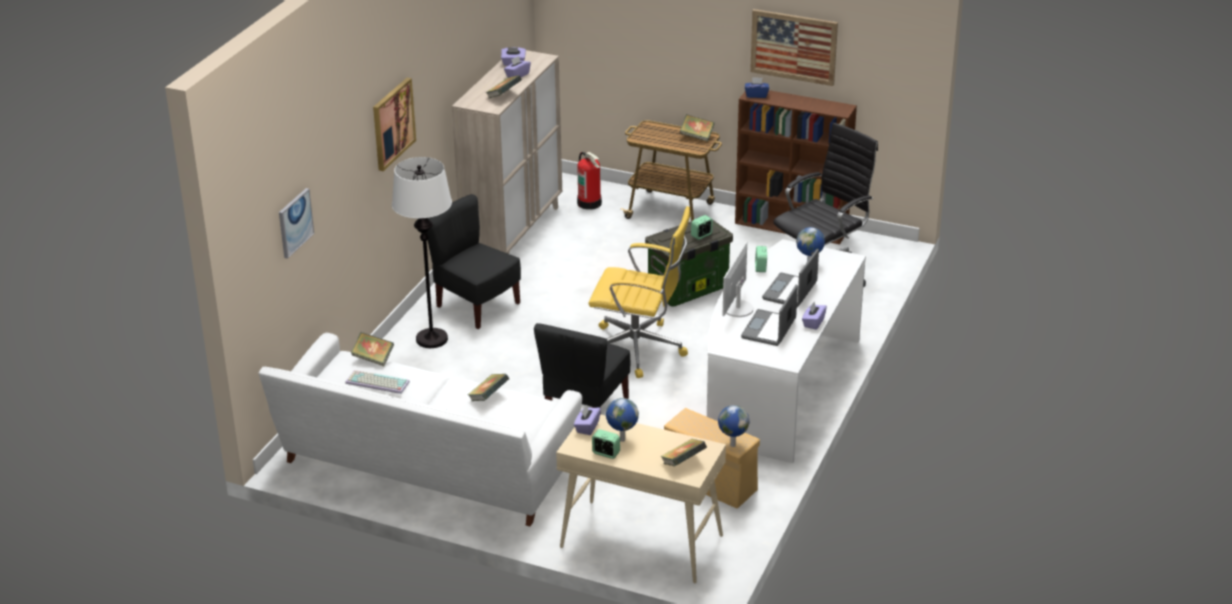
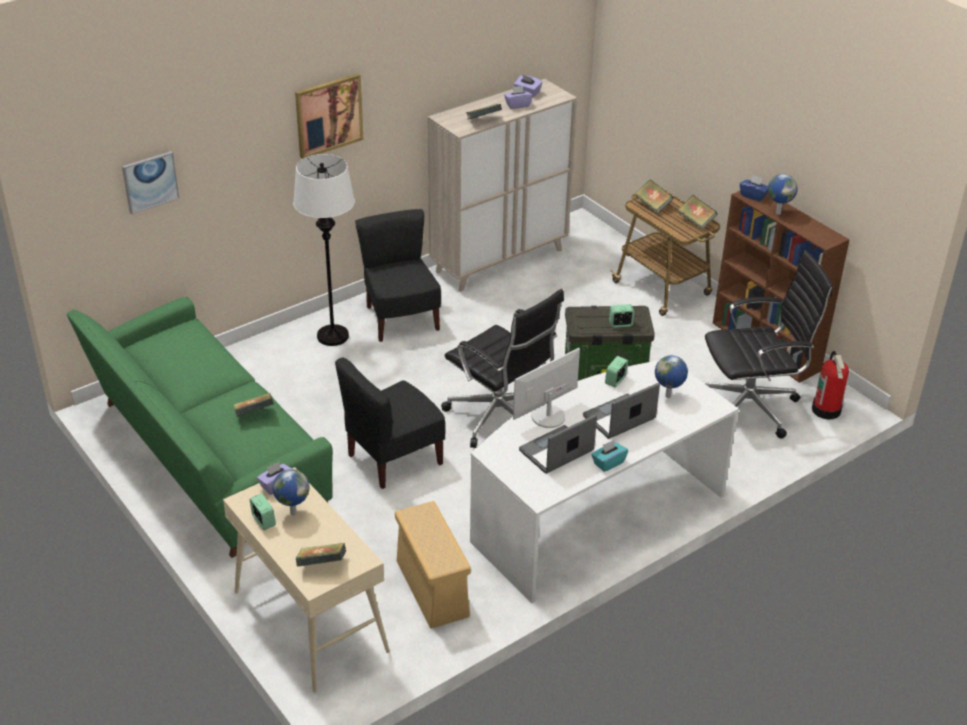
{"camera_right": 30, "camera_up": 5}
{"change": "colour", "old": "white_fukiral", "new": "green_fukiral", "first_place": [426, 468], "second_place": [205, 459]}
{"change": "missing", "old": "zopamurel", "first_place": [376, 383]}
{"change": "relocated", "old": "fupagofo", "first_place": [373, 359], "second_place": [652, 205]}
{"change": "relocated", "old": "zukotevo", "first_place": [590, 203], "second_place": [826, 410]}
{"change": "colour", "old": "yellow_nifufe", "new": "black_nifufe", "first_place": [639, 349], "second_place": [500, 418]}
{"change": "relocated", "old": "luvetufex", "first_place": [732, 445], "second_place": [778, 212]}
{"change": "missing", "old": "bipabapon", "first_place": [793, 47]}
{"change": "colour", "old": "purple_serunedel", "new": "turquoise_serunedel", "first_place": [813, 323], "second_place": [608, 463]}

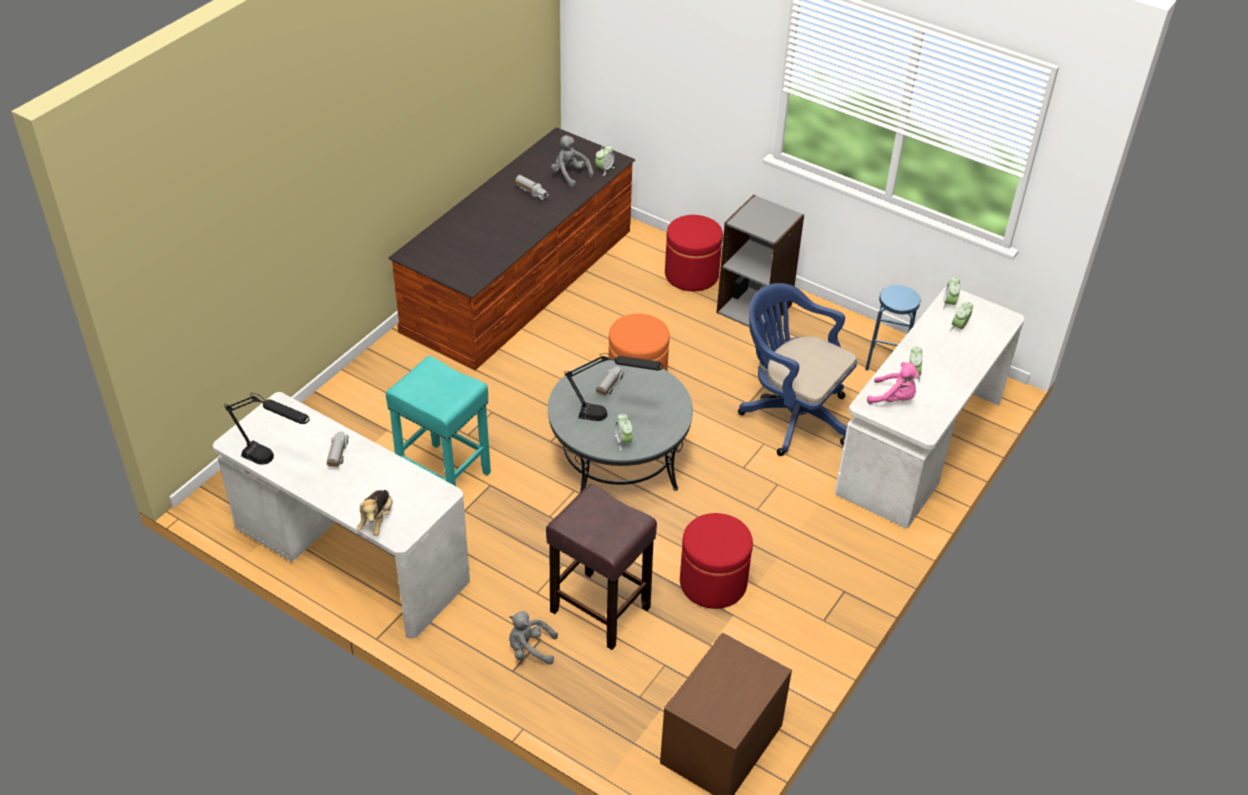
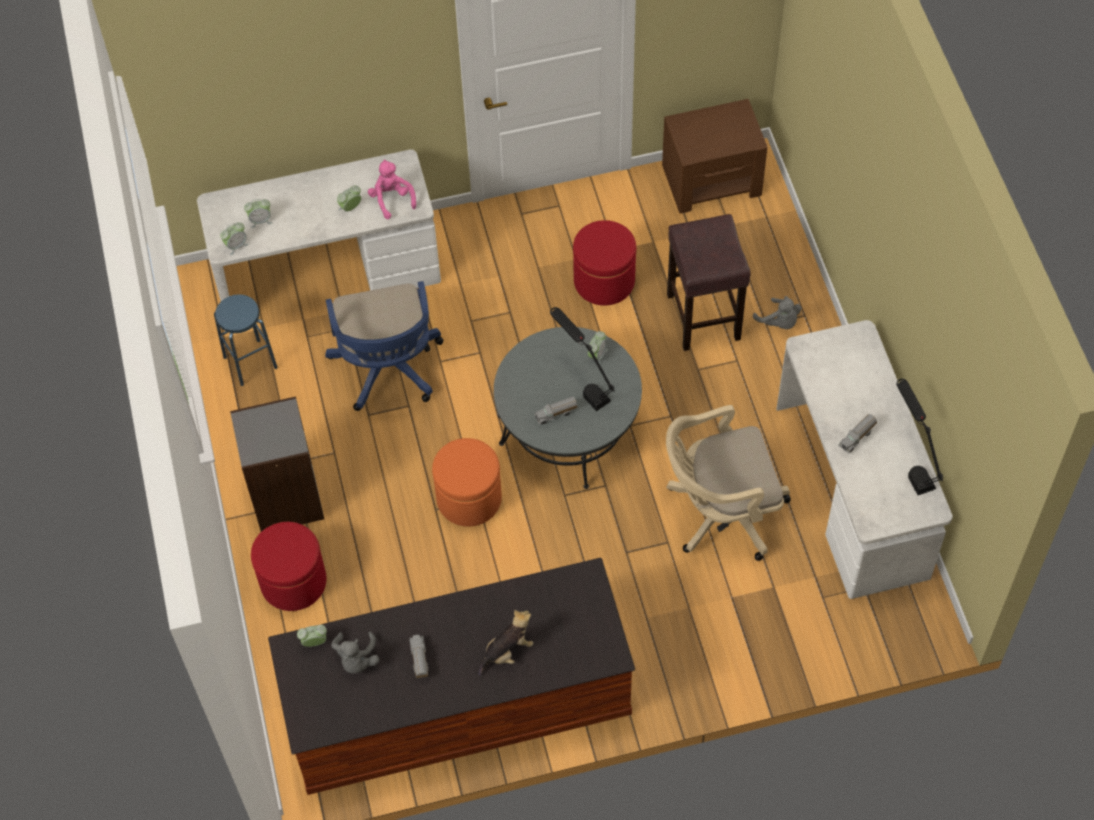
{"camera_right": -135, "camera_up": 15}
{"change": "relocated", "old": "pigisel", "first_place": [377, 520], "second_place": [507, 651]}
{"change": "exchanged", "old": "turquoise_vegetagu", "new": "beige_nifufe", "first_place": [446, 476], "second_place": [720, 512]}

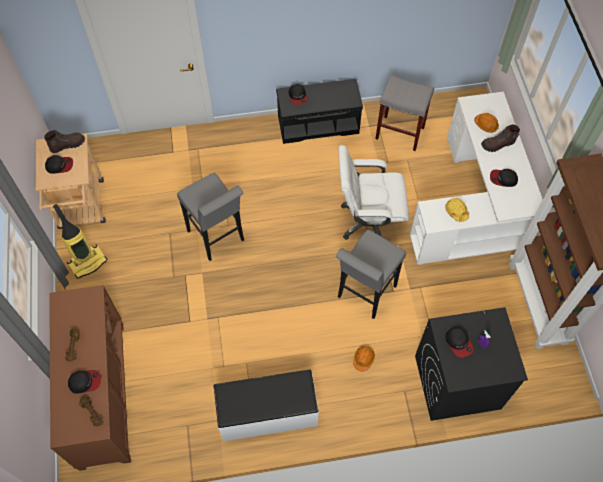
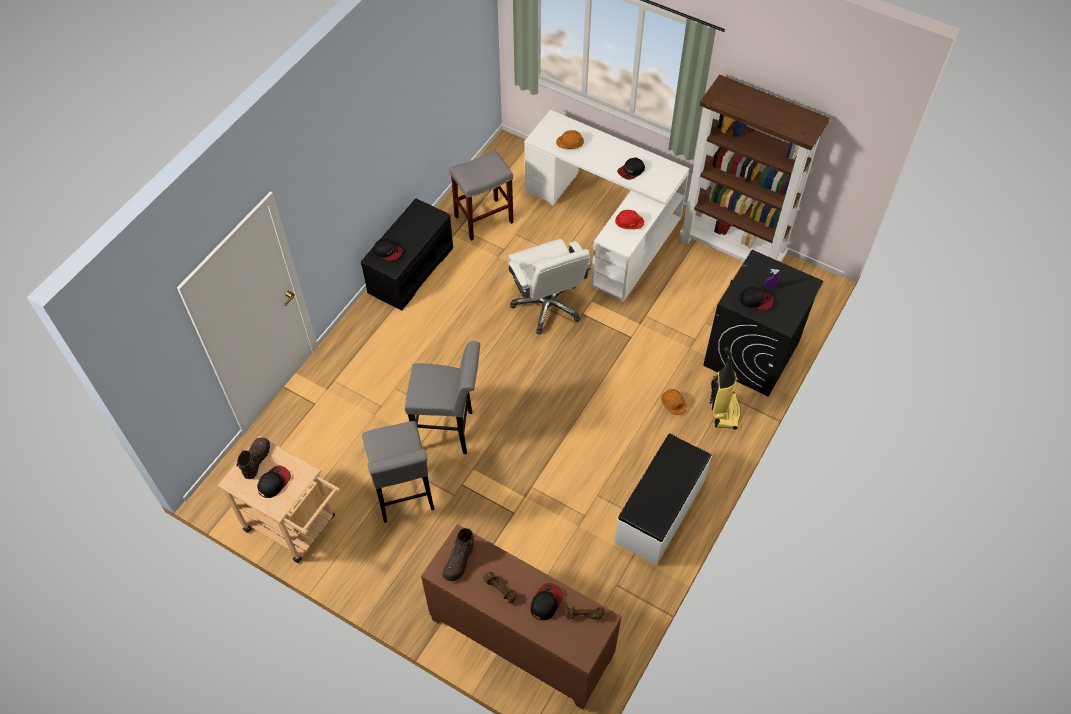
{"camera_right": -50, "camera_up": -5}
{"change": "relocated", "old": "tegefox", "first_place": [88, 262], "second_place": [723, 411]}
{"change": "relocated", "old": "grey_vegetagu", "first_place": [364, 294], "second_place": [404, 498]}
{"change": "spun", "old": "white_nifufe", "first_place": [368, 221], "second_place": [548, 305], "degrees": -60}
{"change": "colour", "old": "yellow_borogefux", "new": "red_borogefux", "first_place": [456, 211], "second_place": [628, 223]}
{"change": "relocated", "old": "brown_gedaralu", "first_place": [498, 145], "second_place": [459, 561]}

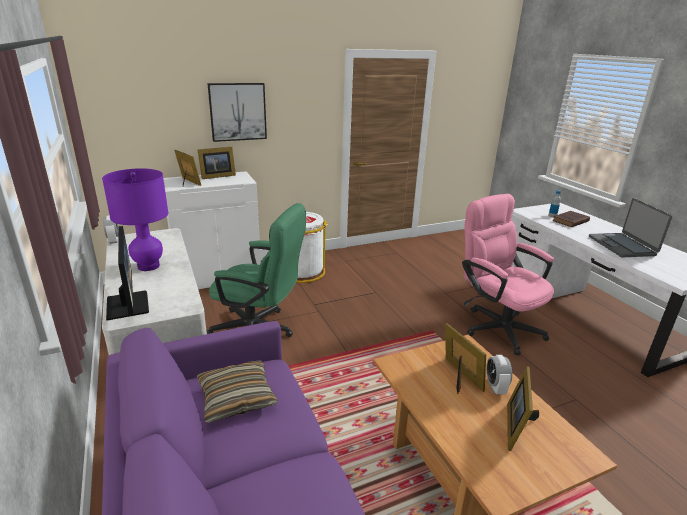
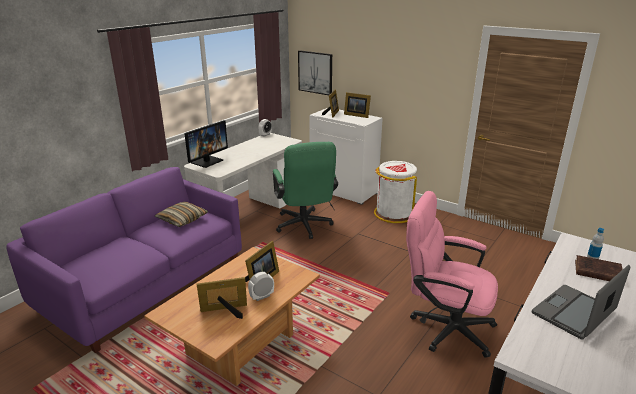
{"camera_right": 60, "camera_up": 0}
{"change": "missing", "old": "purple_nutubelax", "first_place": [148, 266]}
{"change": "relocated", "old": "bipabapon", "first_place": [238, 112], "second_place": [315, 72]}
{"change": "spun", "old": "pink_nifufe", "first_place": [496, 325], "second_place": [444, 327], "degrees": -90}

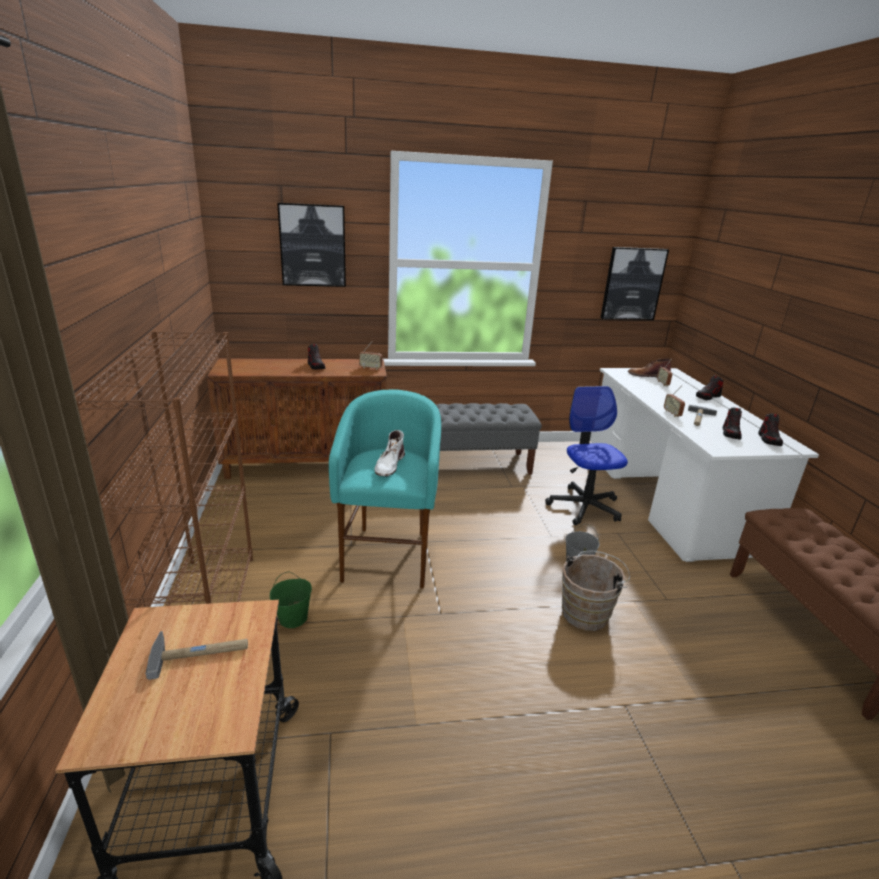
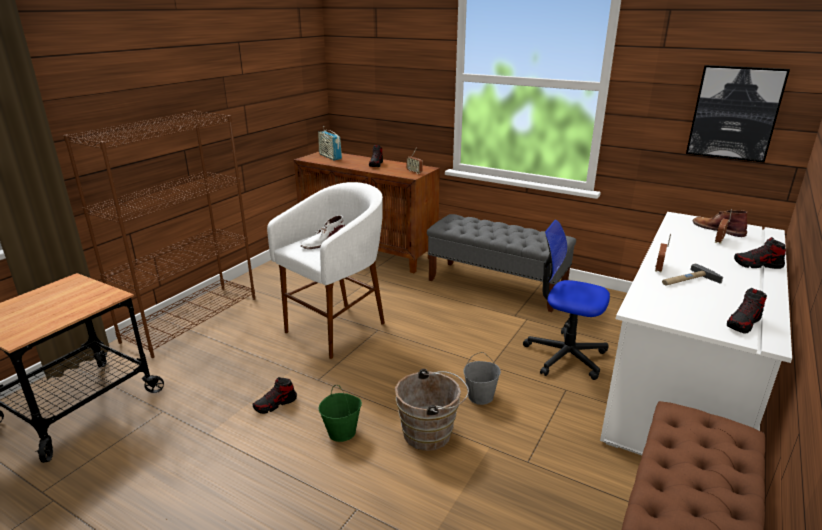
{"camera_right": 40, "camera_up": 0}
{"change": "missing", "old": "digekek", "first_place": [200, 652]}
{"change": "relocated", "old": "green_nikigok", "first_place": [293, 618], "second_place": [342, 432]}
{"change": "missing", "old": "bipabapon", "first_place": [313, 245]}
{"change": "colour", "old": "turquoise_vegetagu", "new": "white_vegetagu", "first_place": [388, 556], "second_place": [337, 328]}
{"change": "spun", "old": "nifufe", "first_place": [584, 506], "second_place": [565, 356], "degrees": -90}
{"change": "relocated", "old": "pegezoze", "first_place": [731, 433], "second_place": [275, 404]}
{"change": "appeared", "new": "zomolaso", "second_place": [330, 156]}

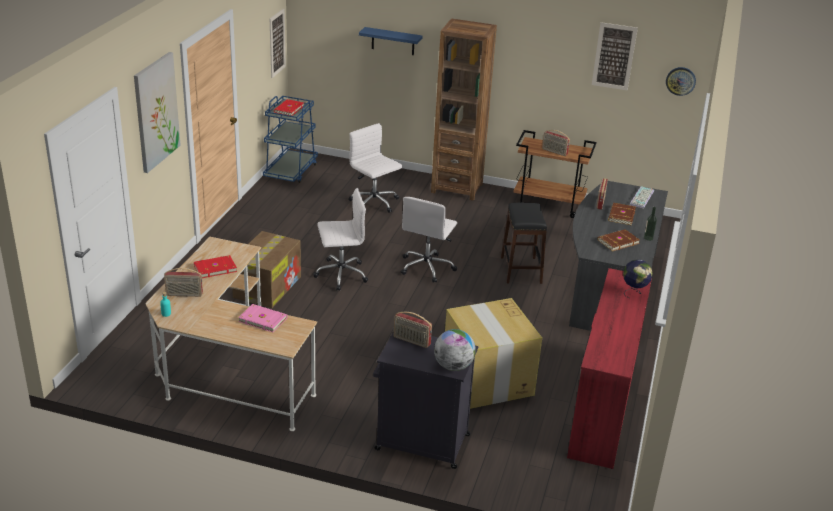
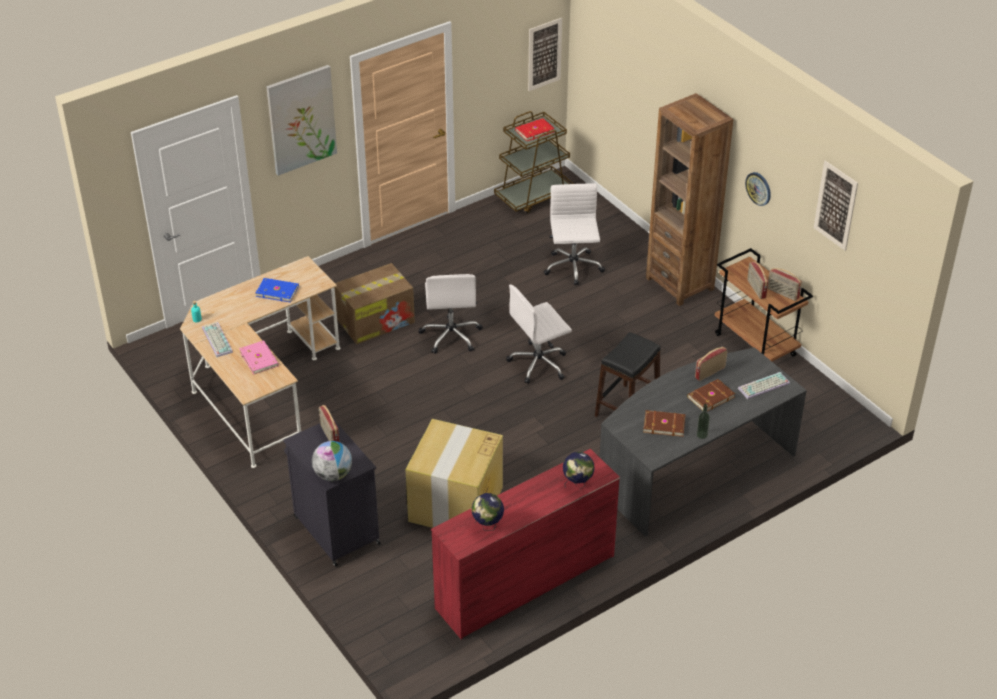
{"camera_right": 40, "camera_up": 10}
{"change": "relocated", "old": "zomolaso", "first_place": [184, 294], "second_place": [782, 293]}
{"change": "colour", "old": "red_fupagofo", "new": "blue_fupagofo", "first_place": [214, 268], "second_place": [277, 291]}
{"change": "colour", "old": "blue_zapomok", "new": "brown_zapomok", "first_place": [291, 171], "second_place": [534, 196]}
{"change": "spun", "old": "white_nifufe", "first_place": [340, 274], "second_place": [451, 335], "degrees": 60}
{"change": "missing", "old": "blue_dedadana", "first_place": [393, 41]}
{"change": "relocated", "old": "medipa", "first_place": [680, 81], "second_place": [758, 188]}
{"change": "appeared", "new": "zopamurel", "second_place": [216, 340]}
{"change": "appeared", "new": "luvetufex", "second_place": [487, 526]}

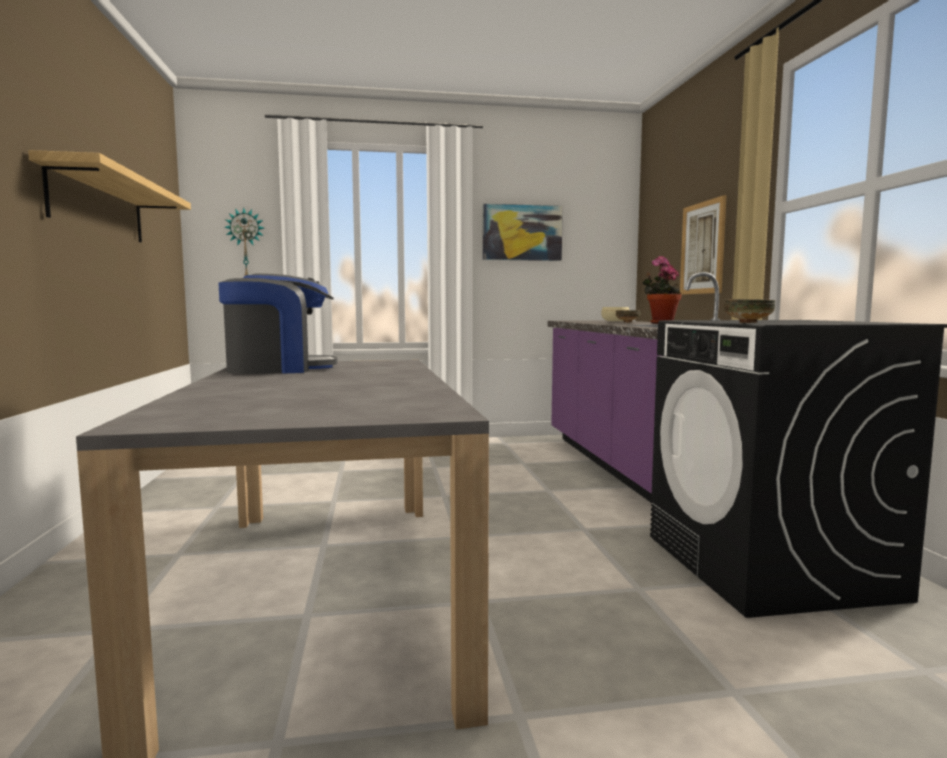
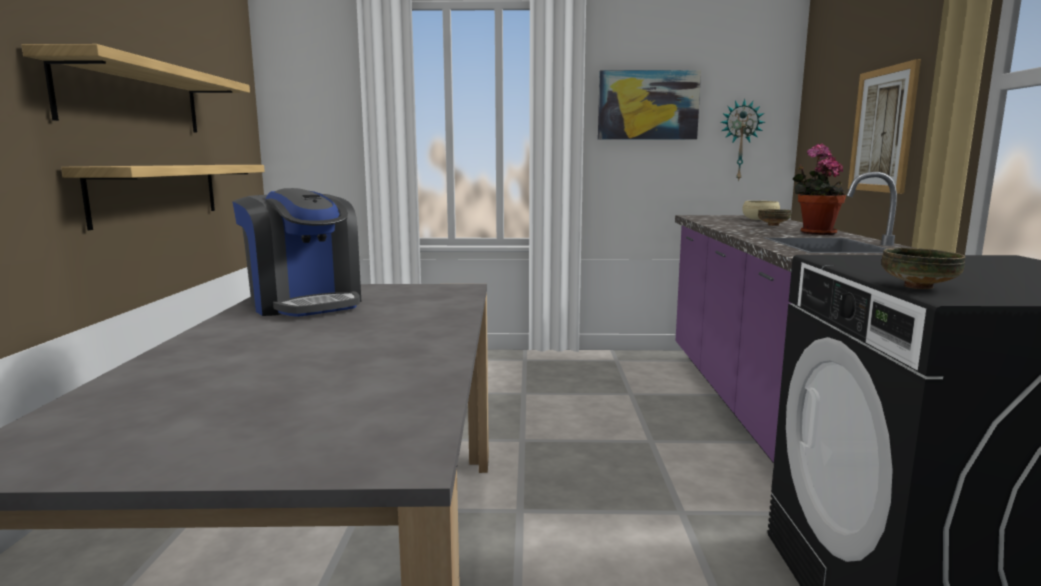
{"camera_right": 10, "camera_up": 5}
{"change": "spun", "old": "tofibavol", "first_place": [279, 369], "second_place": [305, 303], "degrees": 60}
{"change": "relocated", "old": "medipa", "first_place": [246, 243], "second_place": [740, 140]}
{"change": "appeared", "new": "dedadana", "second_place": [157, 192]}

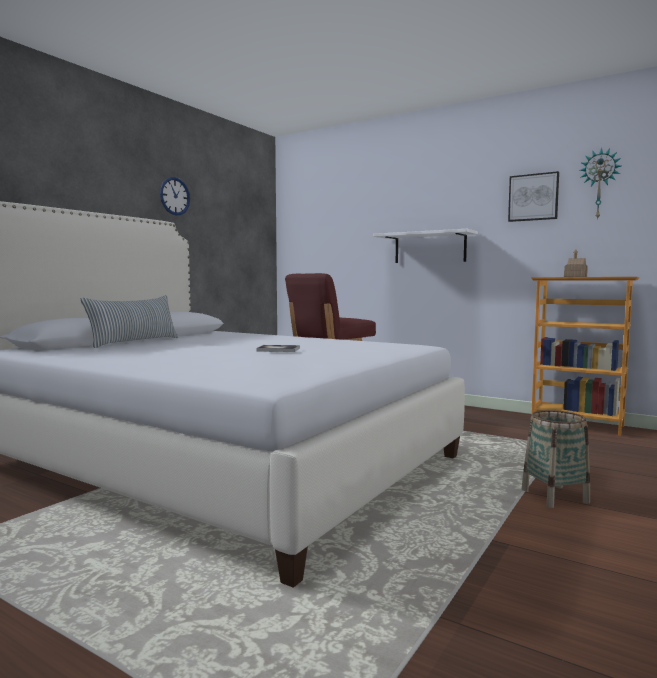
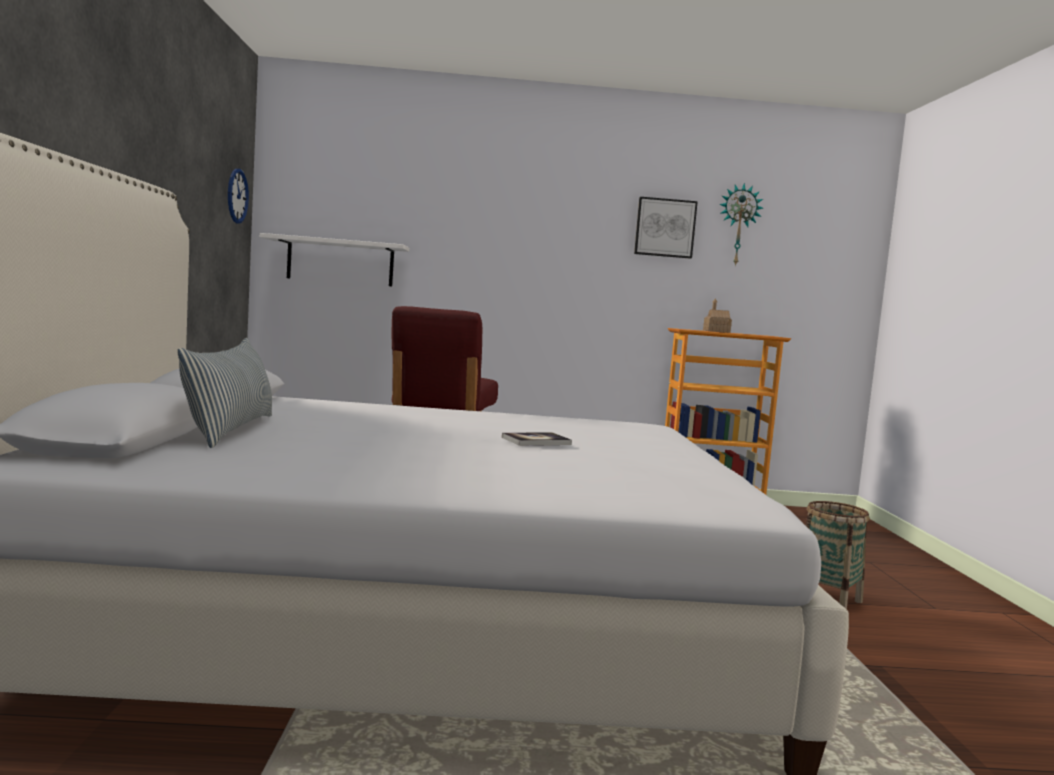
{"camera_right": -35, "camera_up": 0}
{"change": "relocated", "old": "medipa", "first_place": [174, 196], "second_place": [237, 196]}
{"change": "relocated", "old": "white_dedadana", "first_place": [430, 248], "second_place": [340, 262]}

